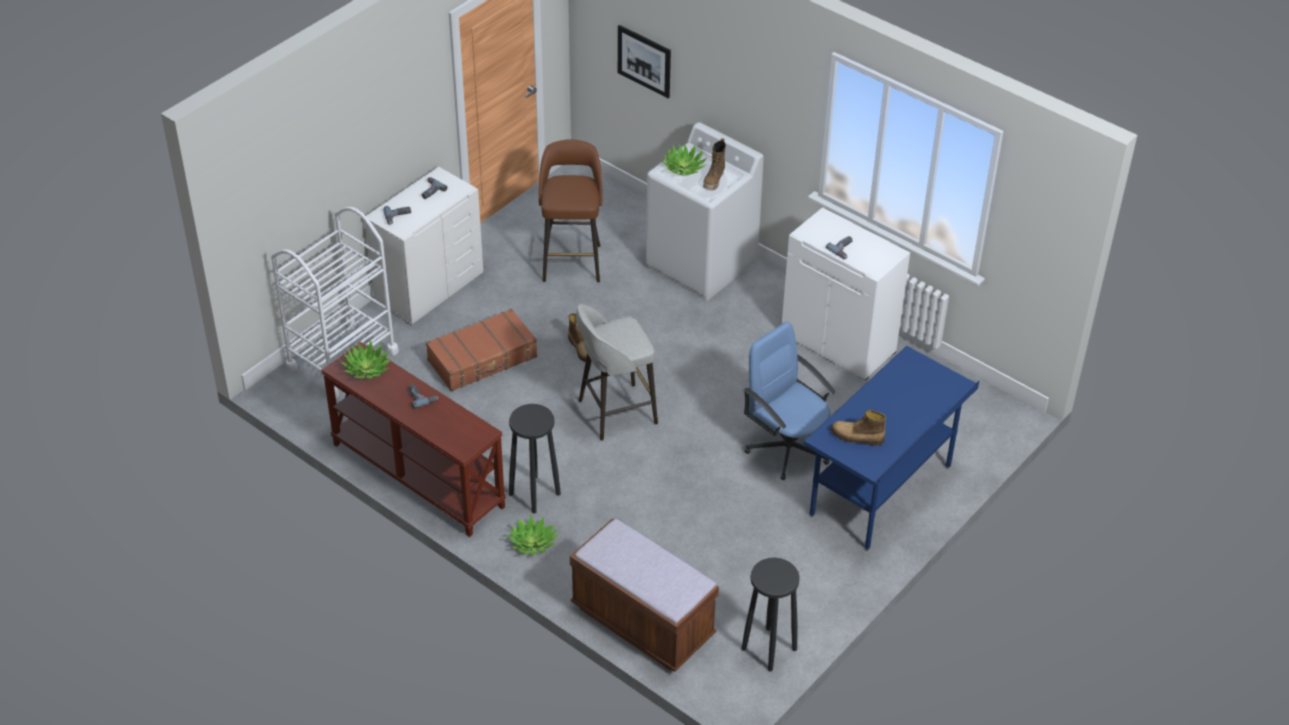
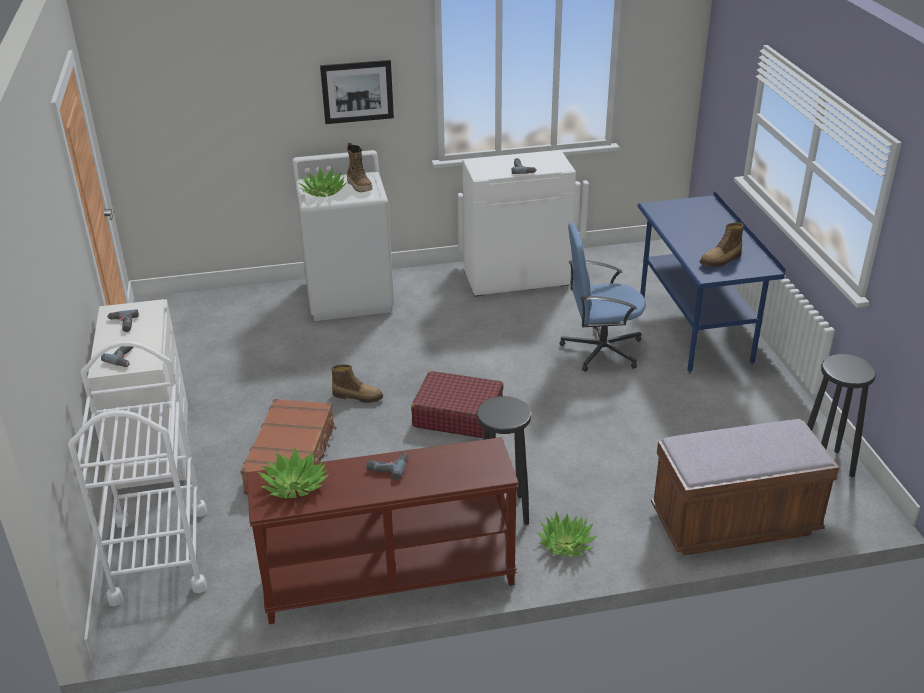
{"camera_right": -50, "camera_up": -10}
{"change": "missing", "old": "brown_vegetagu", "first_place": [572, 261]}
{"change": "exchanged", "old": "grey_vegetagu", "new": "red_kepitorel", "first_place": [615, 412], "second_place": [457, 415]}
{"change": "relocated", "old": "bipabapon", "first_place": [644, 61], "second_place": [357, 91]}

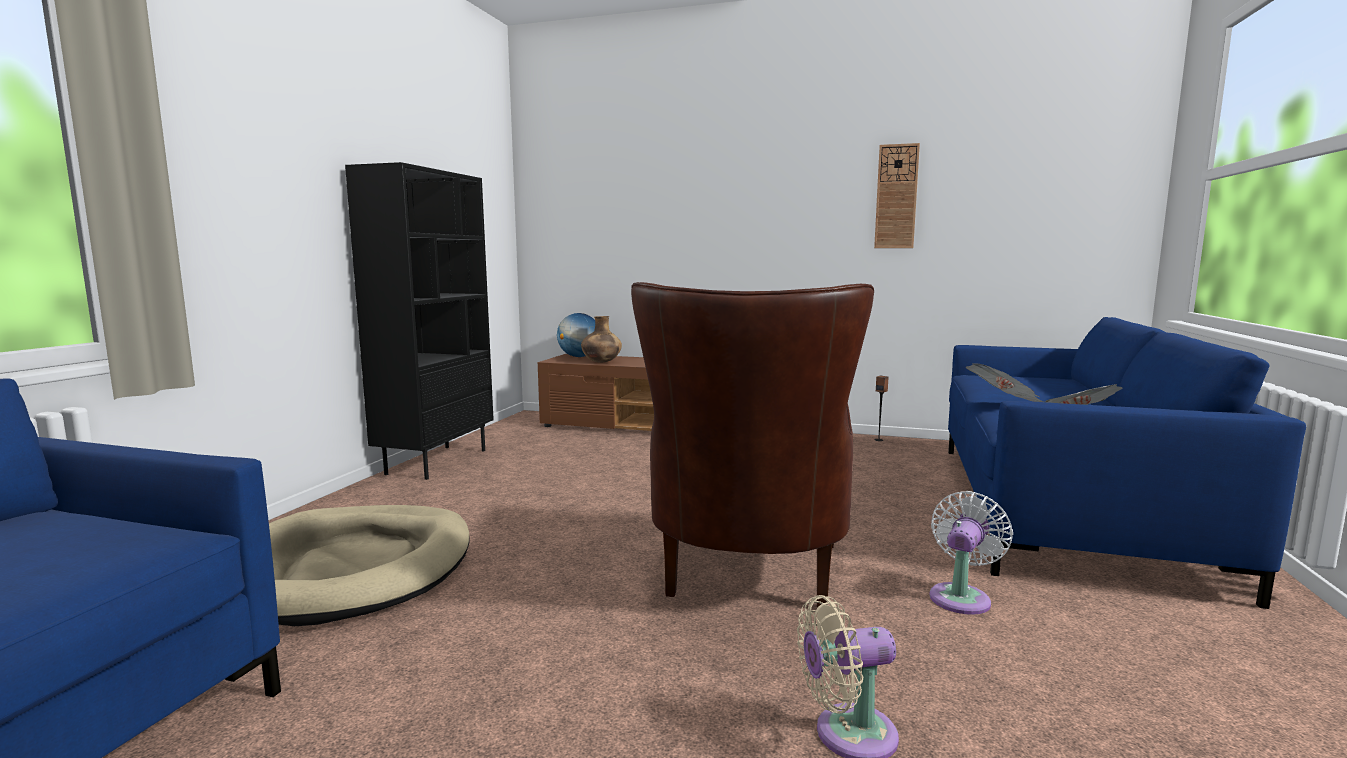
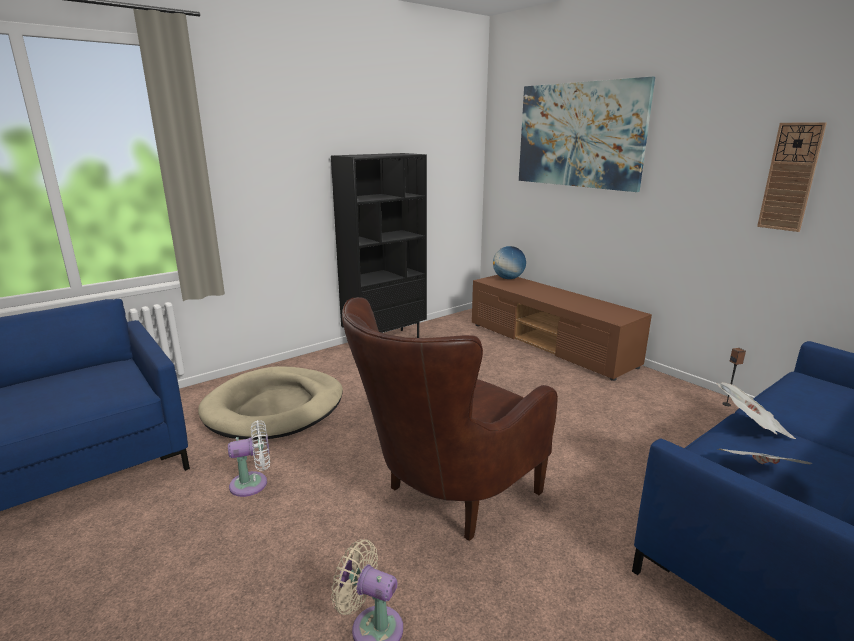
{"camera_right": 35, "camera_up": 10}
{"change": "missing", "old": "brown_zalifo", "first_place": [601, 362]}
{"change": "relocated", "old": "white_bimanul", "first_place": [961, 597], "second_place": [253, 483]}
{"change": "appeared", "new": "bipabapon", "second_place": [579, 135]}

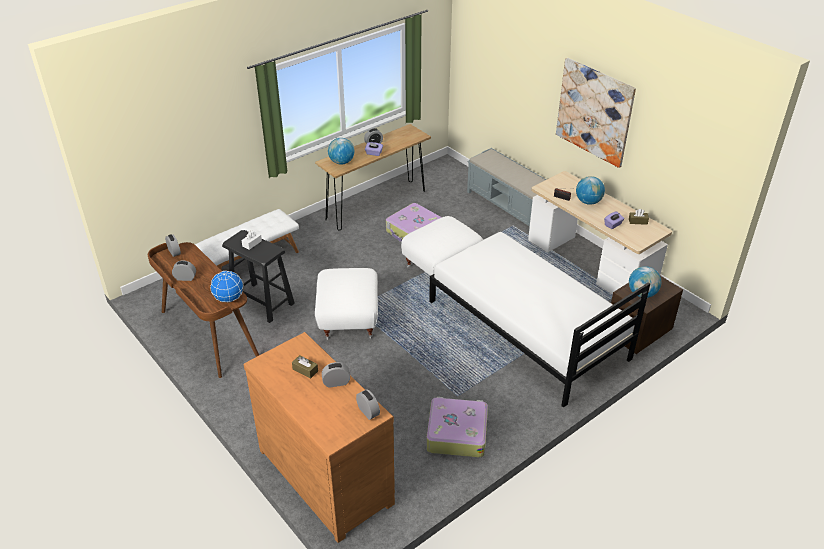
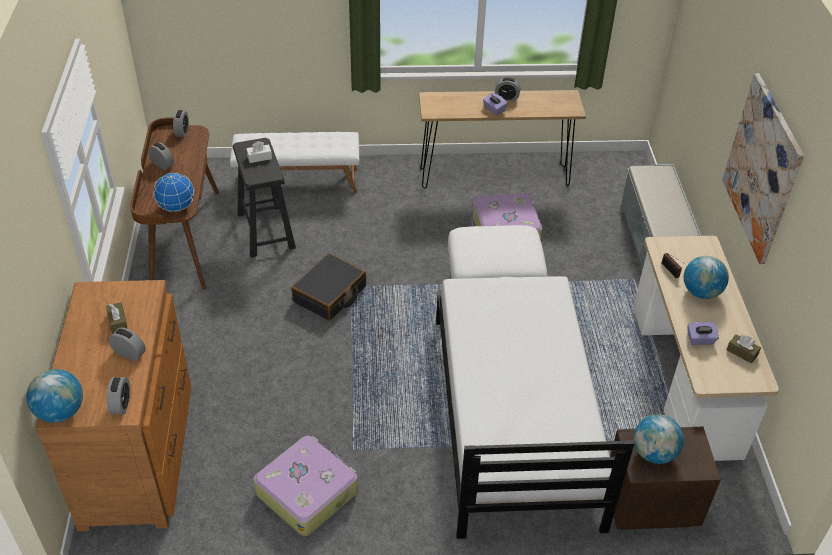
{"camera_right": 35, "camera_up": 5}
{"change": "exchanged", "old": "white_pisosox", "new": "black_kepitorel", "first_place": [347, 319], "second_place": [330, 294]}
{"change": "relocated", "old": "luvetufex", "first_place": [341, 162], "second_place": [60, 412]}

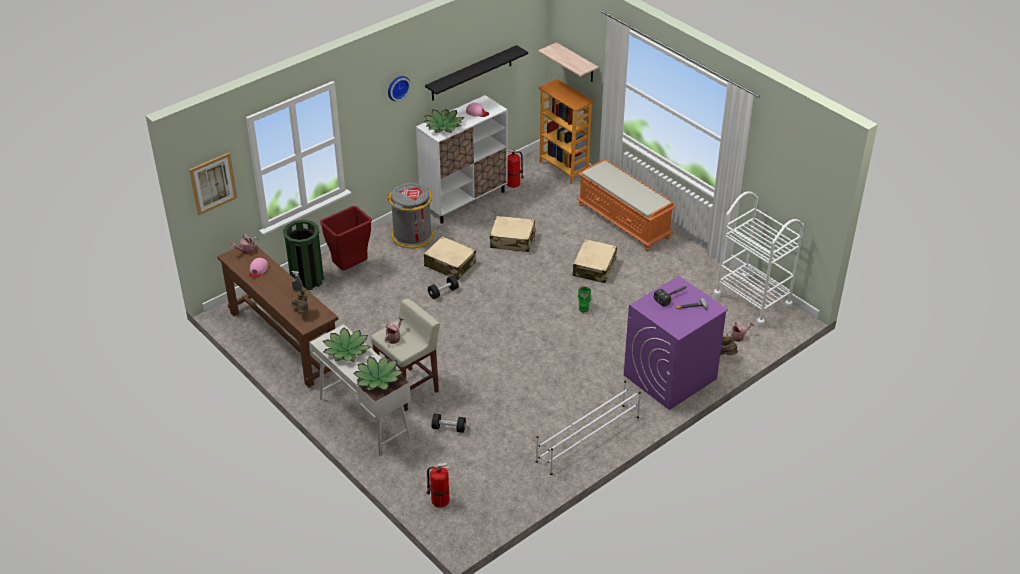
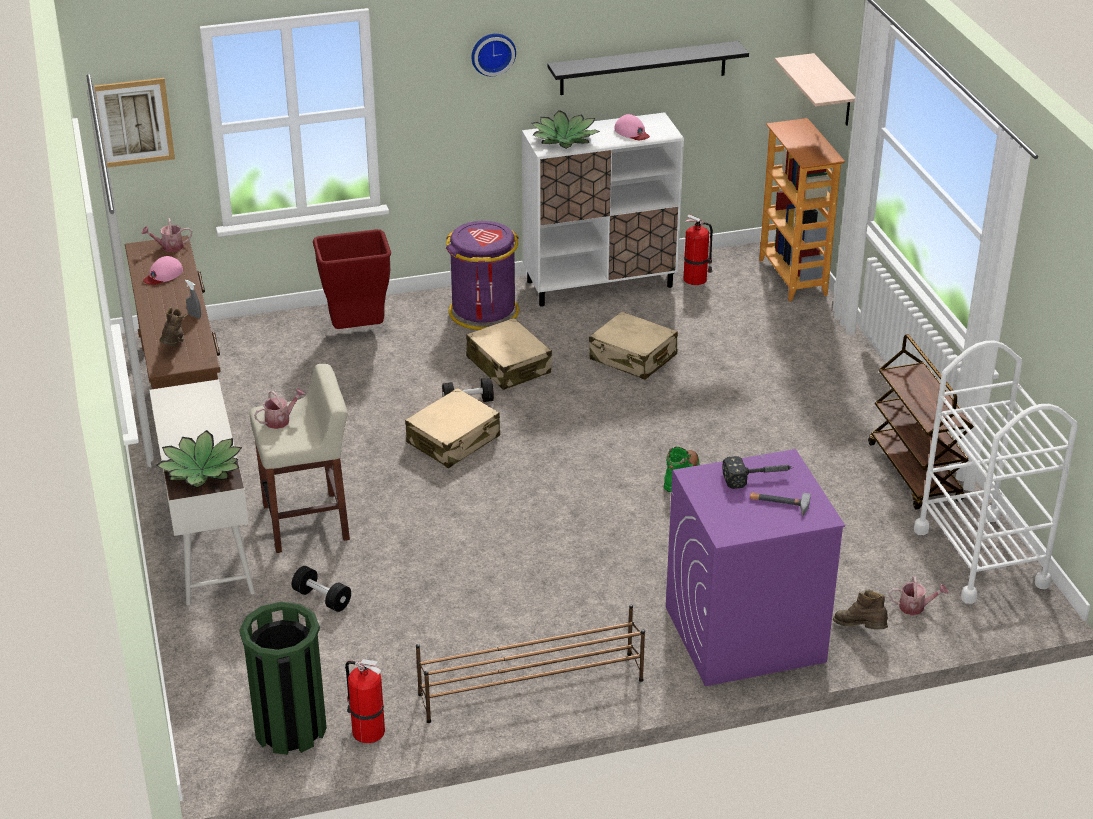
{"camera_right": 25, "camera_up": -5}
{"change": "relocated", "old": "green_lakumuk", "first_place": [307, 279], "second_place": [290, 728]}
{"change": "missing", "old": "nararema", "first_place": [346, 350]}
{"change": "colour", "old": "grey_lakumuk", "new": "purple_lakumuk", "first_place": [412, 235], "second_place": [483, 312]}
{"change": "relocated", "old": "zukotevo", "first_place": [439, 500], "second_place": [366, 731]}
{"change": "colour", "old": "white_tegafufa", "new": "brown_tegafufa", "first_place": [587, 439], "second_place": [530, 687]}
{"change": "relocated", "old": "beige_kepitorel", "first_place": [594, 267], "second_place": [453, 440]}
{"change": "missing", "old": "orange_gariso", "first_place": [624, 221]}
{"change": "appeared", "new": "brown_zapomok", "second_place": [915, 473]}

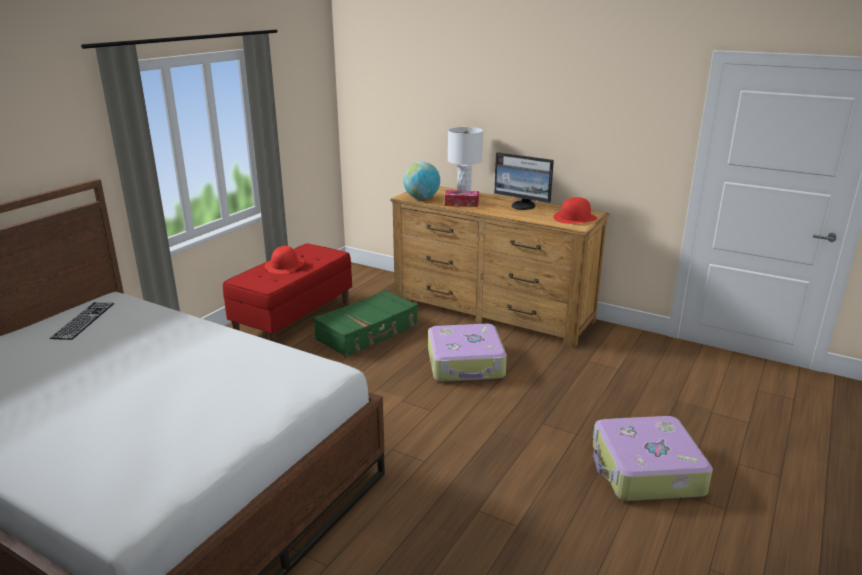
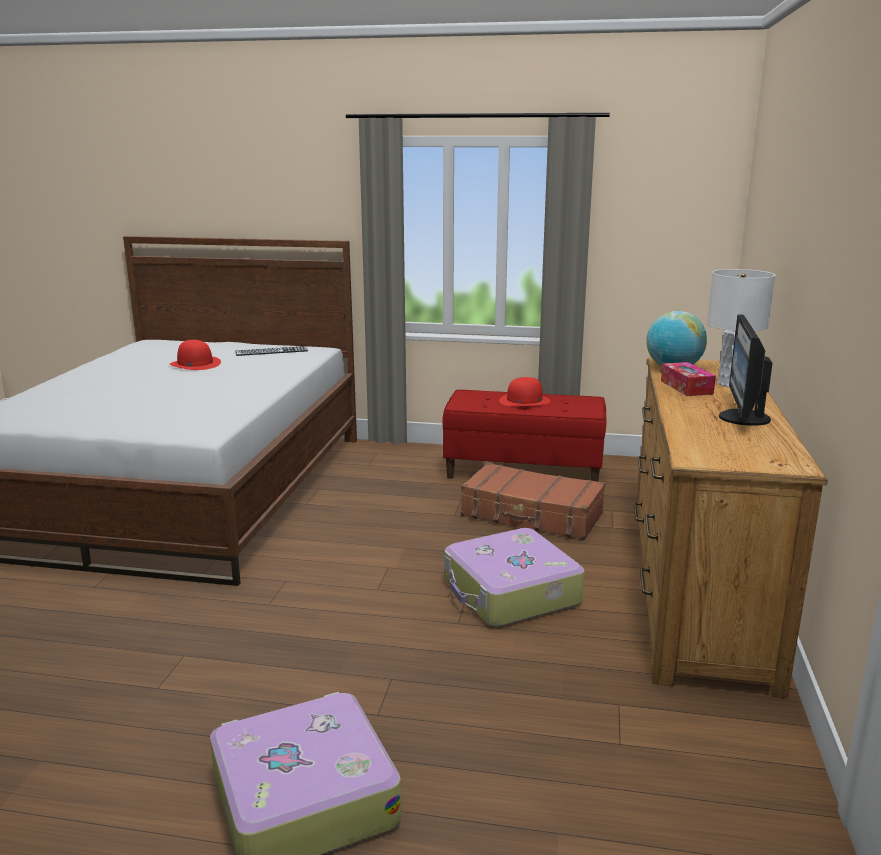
{"camera_right": 70, "camera_up": -5}
{"change": "colour", "old": "green_kepitorel", "new": "brown_kepitorel", "first_place": [368, 333], "second_place": [532, 515]}
{"change": "relocated", "old": "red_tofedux", "first_place": [575, 218], "second_place": [195, 364]}

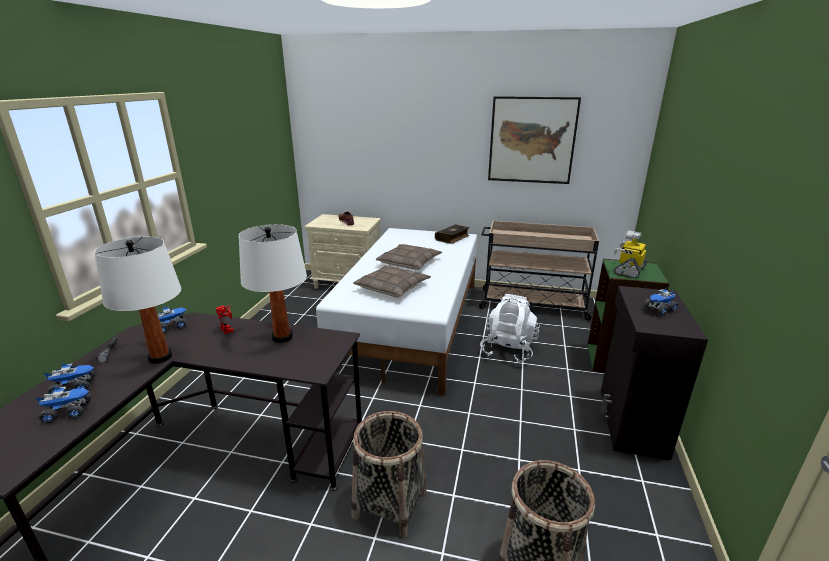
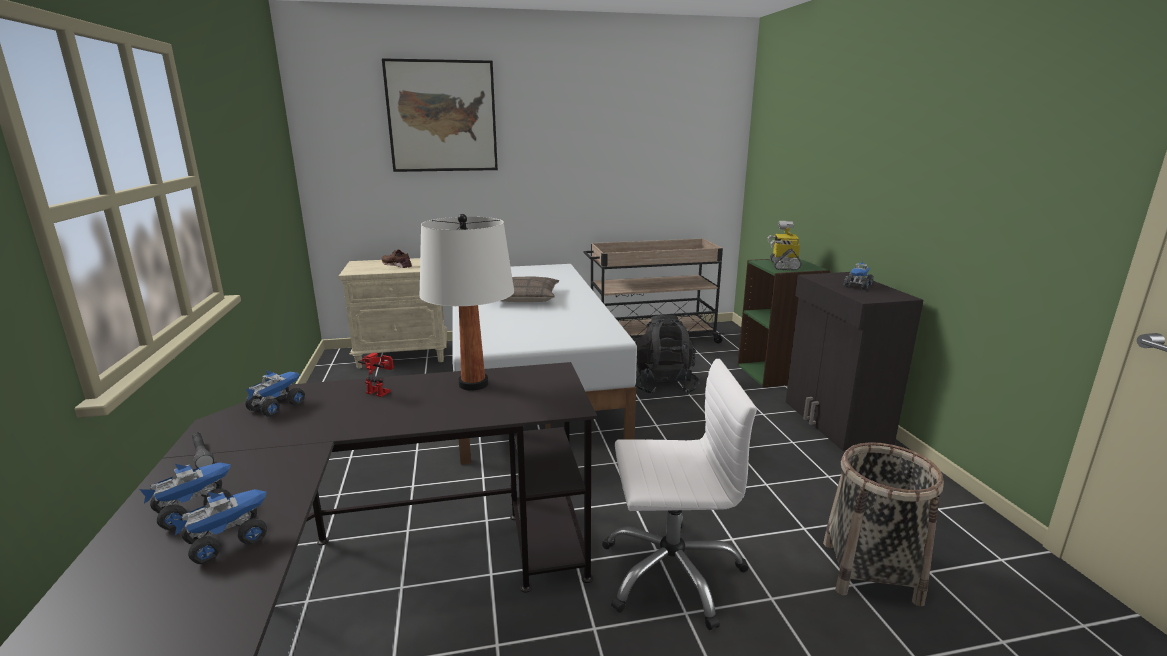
{"camera_right": -25, "camera_up": -5}
{"change": "missing", "old": "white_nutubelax", "first_place": [160, 357]}
{"change": "exchanged", "old": "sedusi", "new": "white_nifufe", "first_place": [390, 504], "second_place": [671, 572]}
{"change": "missing", "old": "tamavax", "first_place": [392, 287]}
{"change": "missing", "old": "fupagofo", "first_place": [452, 238]}
{"change": "colour", "old": "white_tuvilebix", "new": "black_tuvilebix", "first_place": [508, 349], "second_place": [663, 385]}
{"change": "relocated", "old": "bipabapon", "first_place": [532, 140], "second_place": [442, 116]}

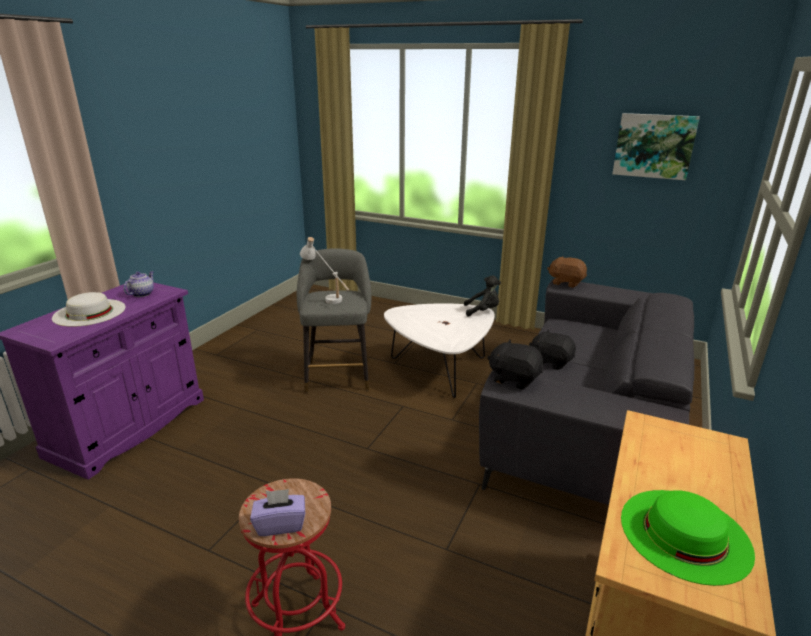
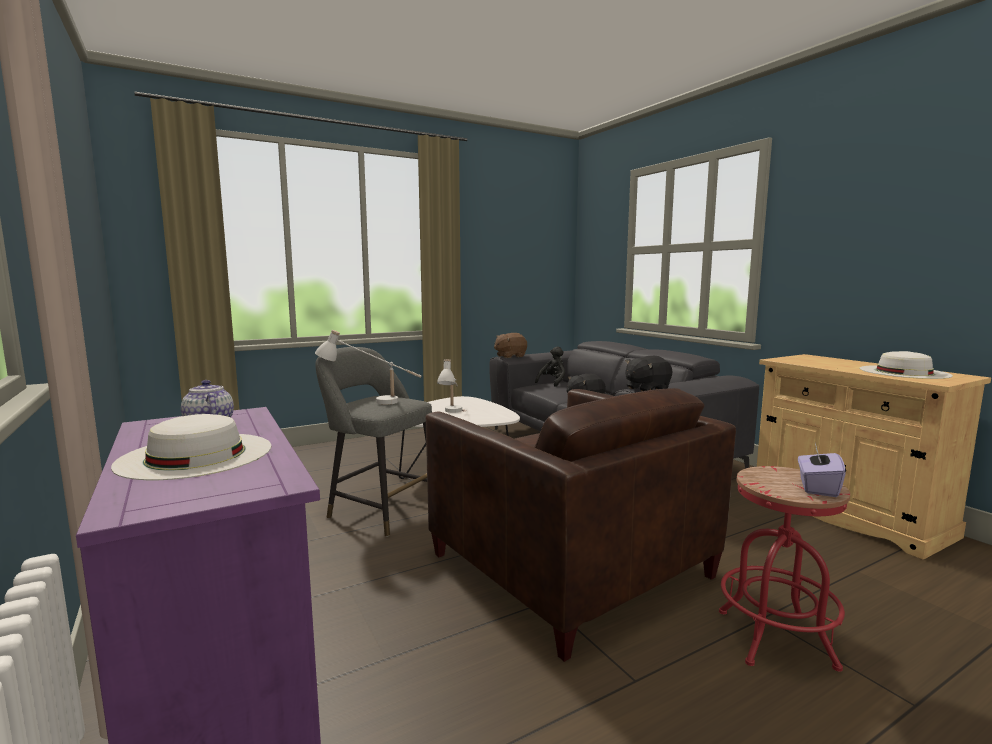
{"camera_right": -55, "camera_up": -15}
{"change": "relocated", "old": "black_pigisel", "first_place": [483, 311], "second_place": [553, 383]}
{"change": "missing", "old": "bipabapon", "first_place": [654, 146]}
{"change": "colour", "old": "green_tofedux", "new": "white_tofedux", "first_place": [684, 533], "second_place": [903, 372]}
{"change": "appeared", "new": "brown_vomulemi", "second_place": [568, 565]}
{"change": "appeared", "new": "white_nutubelax", "second_place": [451, 413]}

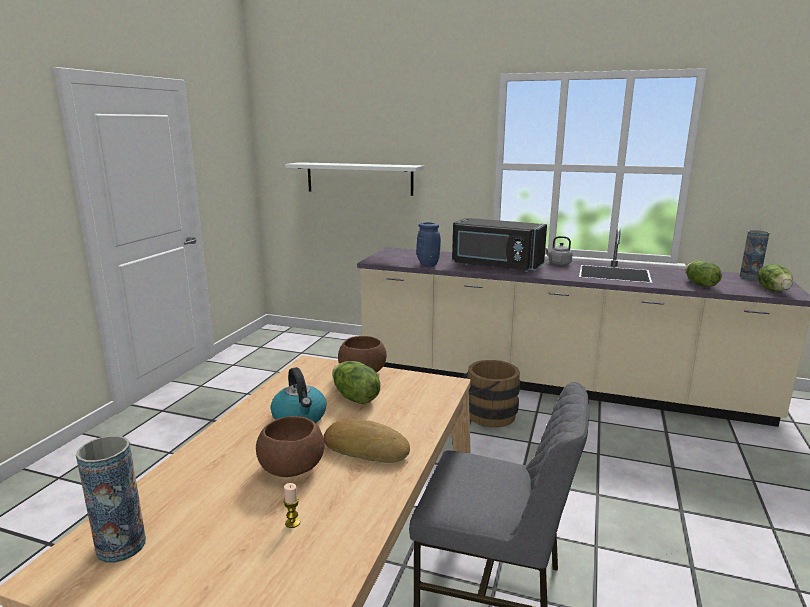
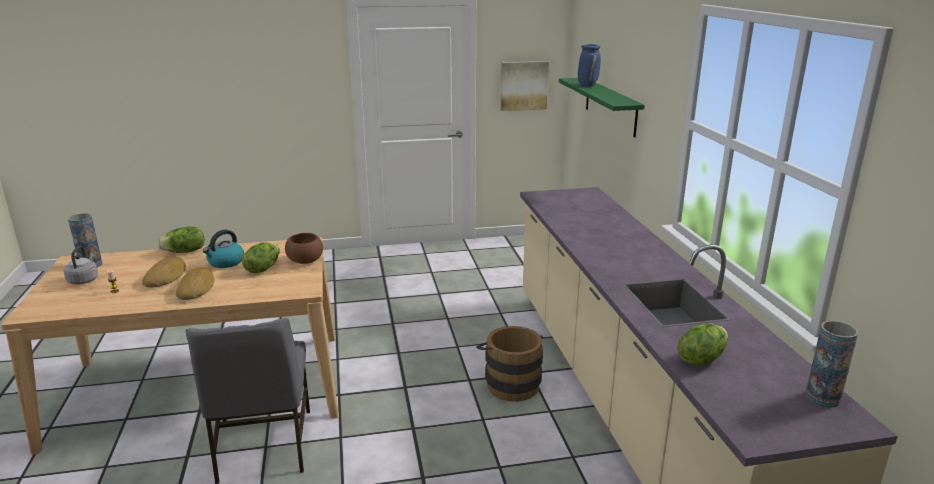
{"camera_right": 60, "camera_up": 5}
{"change": "exchanged", "old": "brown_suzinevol", "new": "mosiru", "first_place": [292, 468], "second_place": [166, 277]}
{"change": "colour", "old": "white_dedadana", "new": "green_dedadana", "first_place": [359, 178], "second_place": [610, 106]}
{"change": "relocated", "old": "blue_zalifo", "first_place": [427, 265], "second_place": [587, 85]}
{"change": "missing", "old": "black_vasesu", "first_place": [496, 266]}
{"change": "relocated", "old": "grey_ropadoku", "first_place": [558, 263], "second_place": [84, 280]}
{"change": "relocated", "old": "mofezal", "first_place": [774, 290], "second_place": [185, 252]}
{"change": "appeared", "new": "bipabapon", "second_place": [523, 85]}

